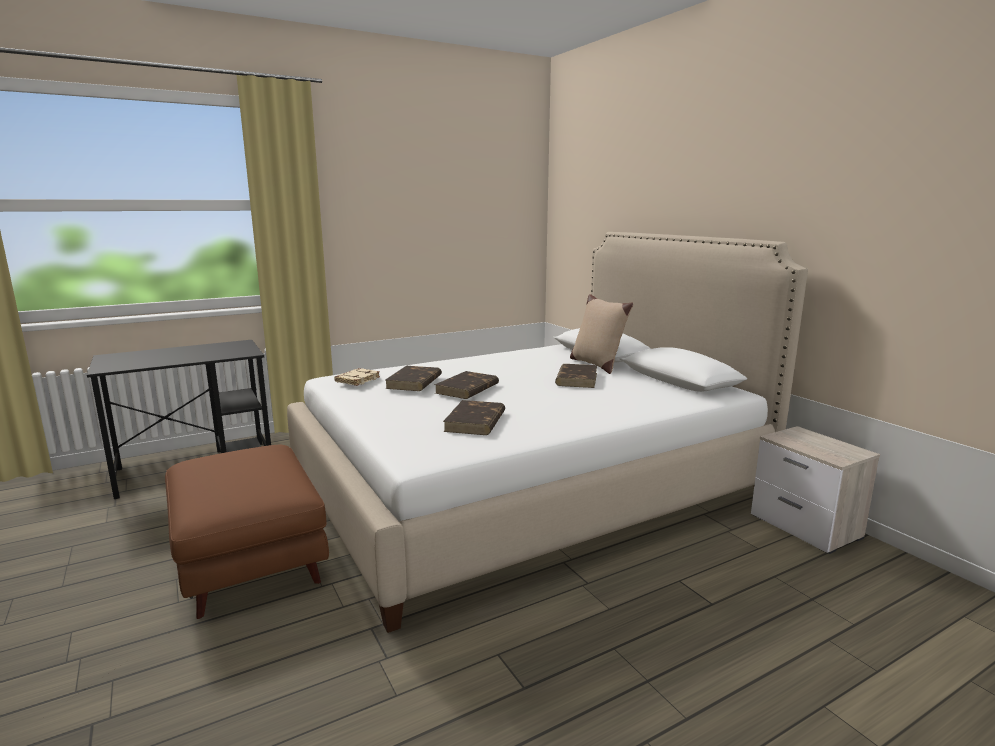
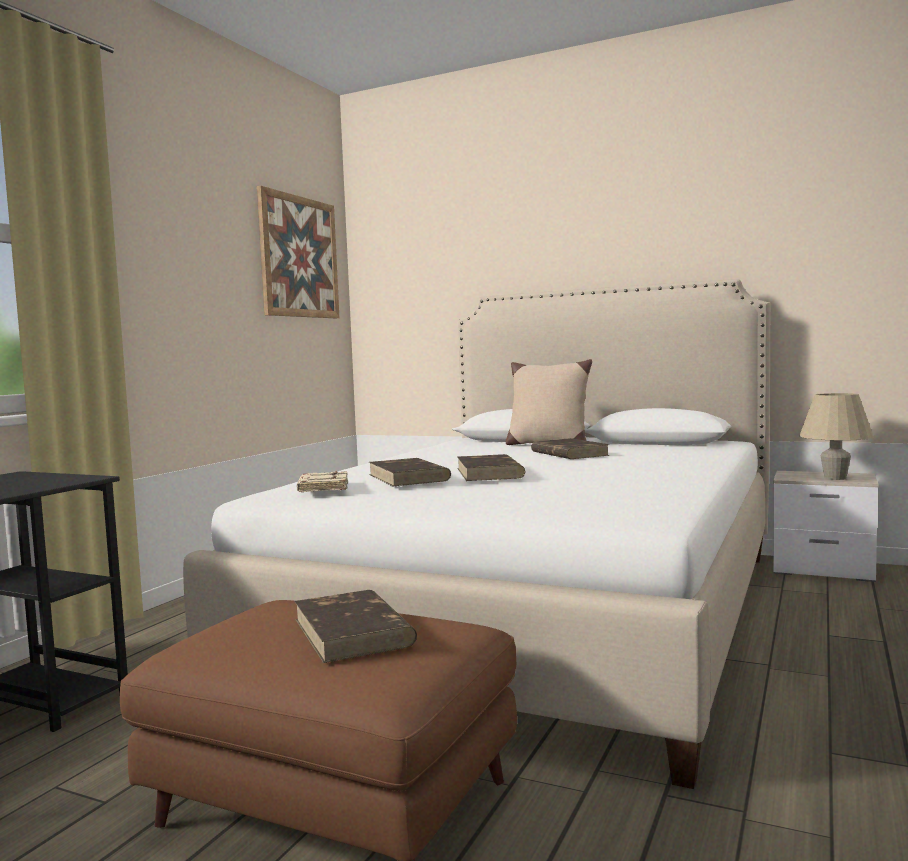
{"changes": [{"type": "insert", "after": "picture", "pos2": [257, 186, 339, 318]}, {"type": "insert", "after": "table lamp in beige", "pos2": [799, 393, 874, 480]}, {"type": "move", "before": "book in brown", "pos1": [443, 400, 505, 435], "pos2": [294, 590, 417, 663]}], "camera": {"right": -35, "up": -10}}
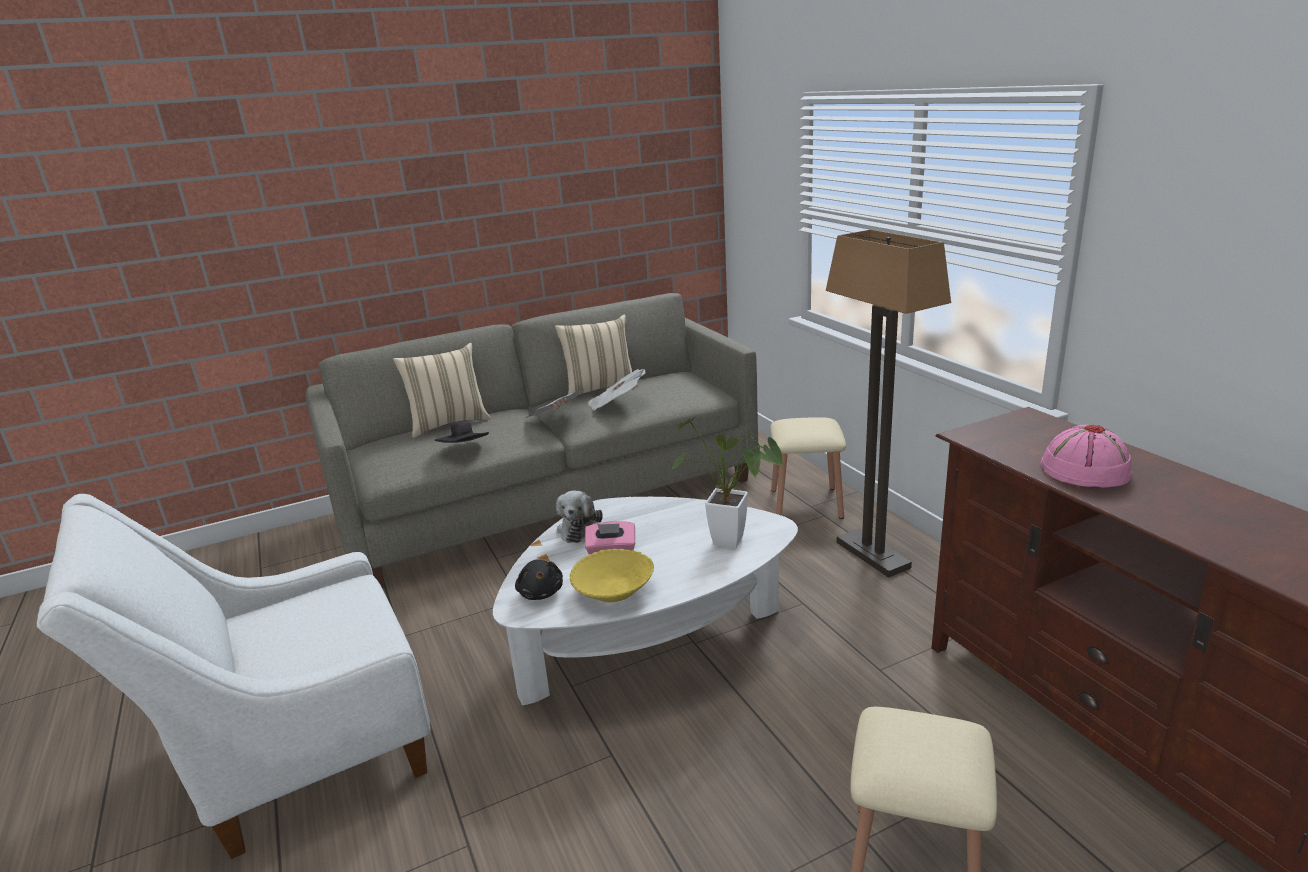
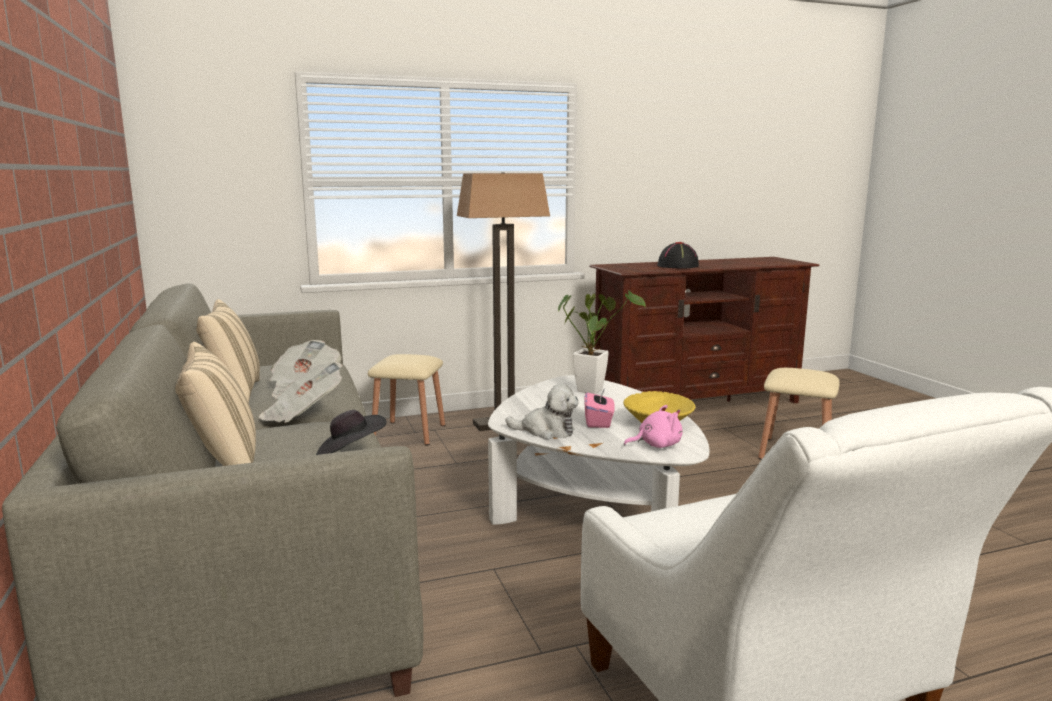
{"changes": [{"type": "recolor", "before": "plush toy in black", "after": "plush toy in pink", "pos1": [515, 559, 563, 600], "pos2": [624, 405, 682, 448]}, {"type": "recolor", "before": "hat in pink", "after": "hat in black", "pos1": [1040, 425, 1132, 487], "pos2": [657, 242, 699, 269]}], "camera": {"right": -85, "up": -10}}
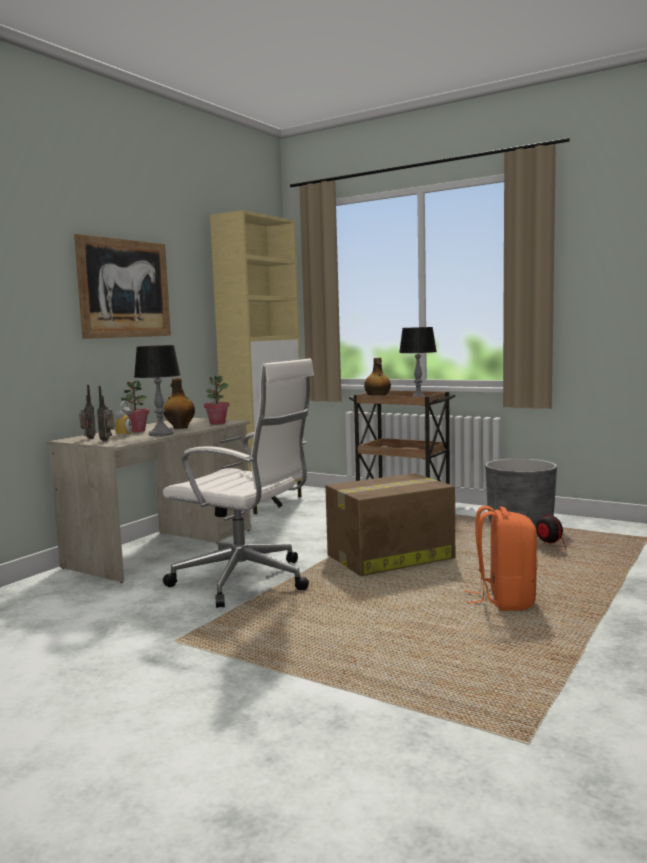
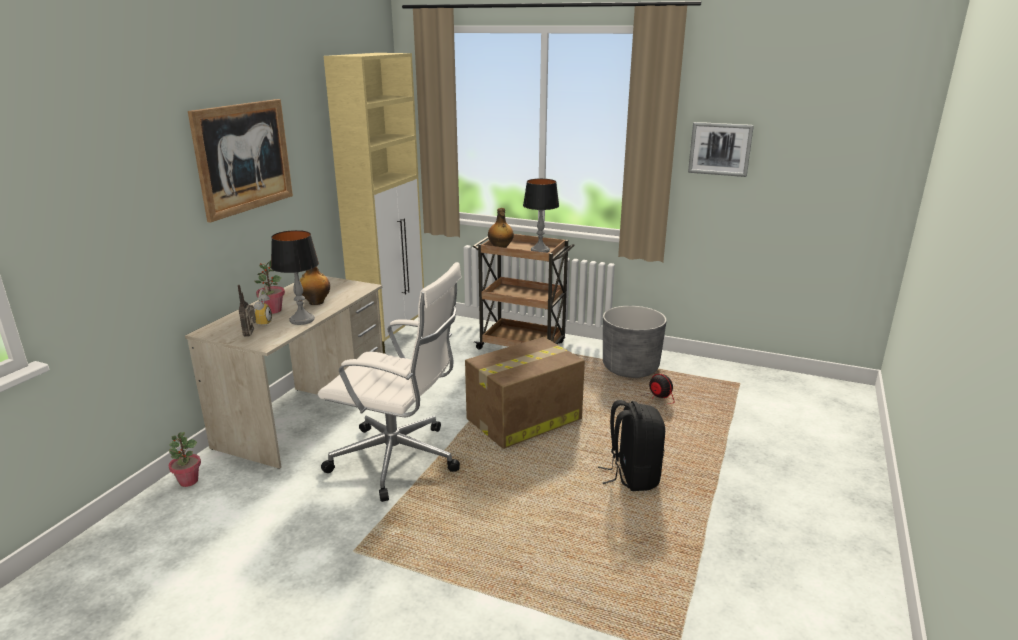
{"changes": [{"type": "delete", "before": "radio", "pos1": [79, 385, 96, 439]}, {"type": "insert", "after": "picture", "pos2": [688, 122, 754, 177]}, {"type": "move", "before": "potted plant", "pos1": [204, 376, 229, 424], "pos2": [168, 432, 201, 487]}, {"type": "recolor", "before": "backpack in orange", "after": "backpack in black", "pos1": [465, 506, 538, 611], "pos2": [598, 400, 665, 491]}], "camera": {"right": -10, "up": 15}}
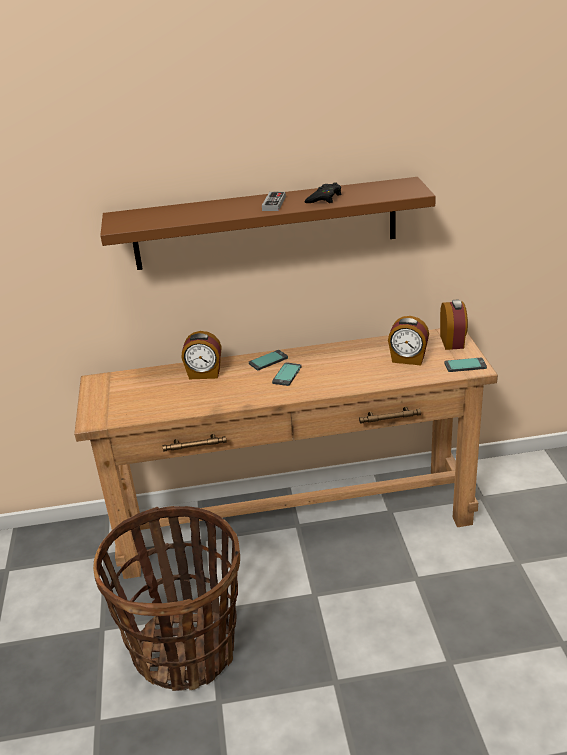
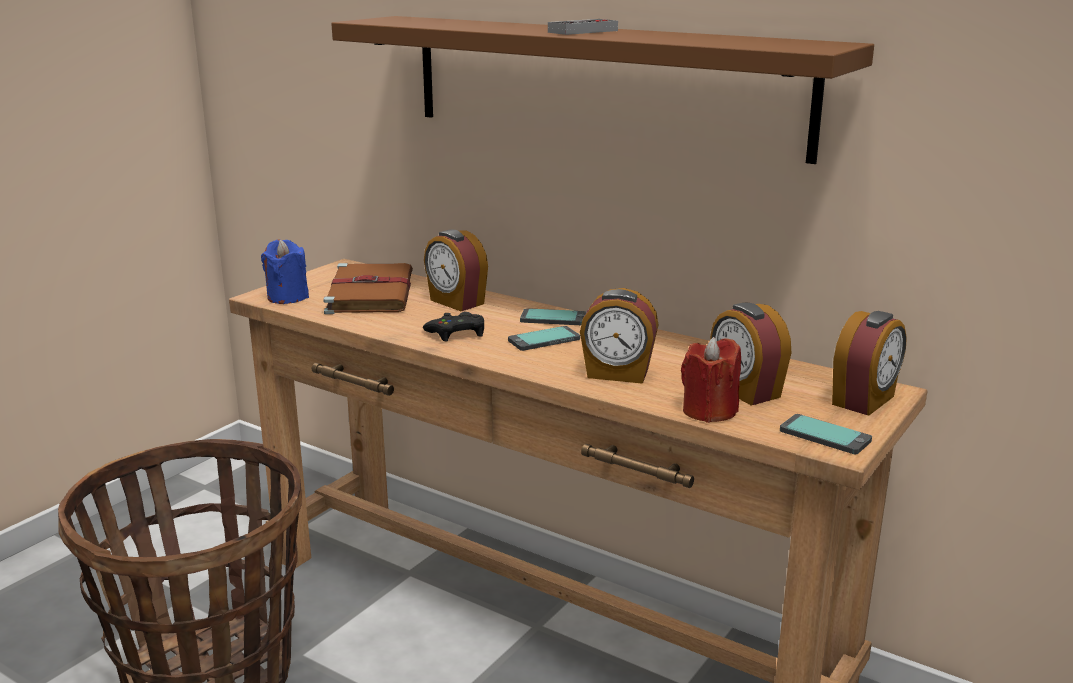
{"changes": [{"type": "insert", "after": "candle in blue", "pos2": [261, 239, 309, 304]}, {"type": "insert", "after": "book in brown", "pos2": [323, 263, 413, 314]}, {"type": "insert", "after": "alarm clock", "pos2": [580, 288, 658, 384]}, {"type": "insert", "after": "candle in red", "pos2": [681, 337, 741, 423]}, {"type": "move", "before": "game controller in black", "pos1": [304, 182, 342, 203], "pos2": [423, 312, 484, 342]}], "camera": {"right": 40, "up": -10}}
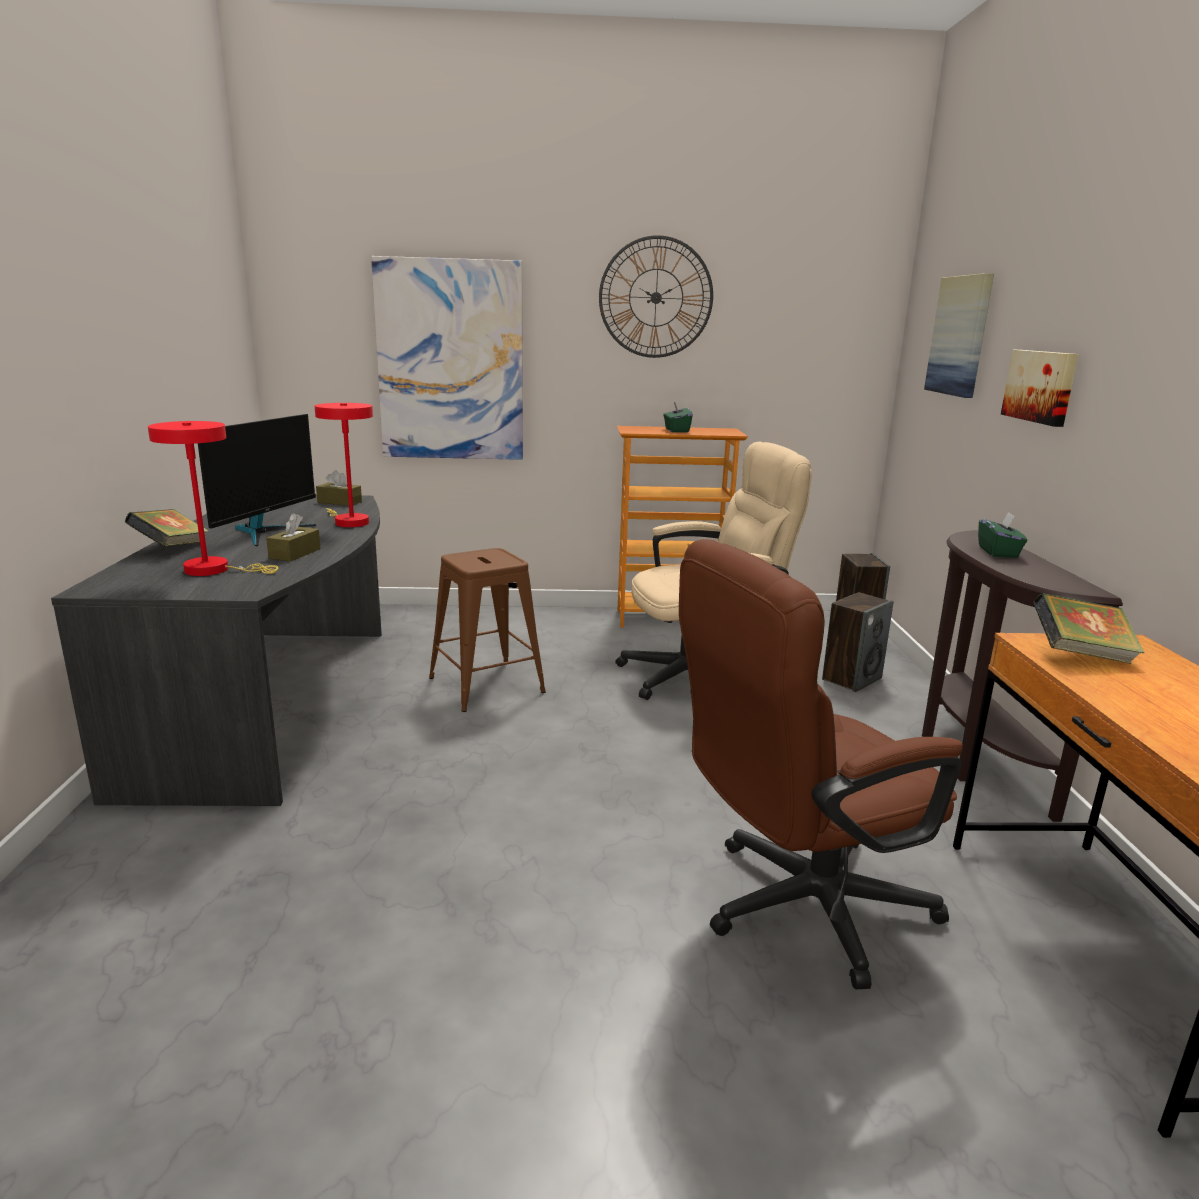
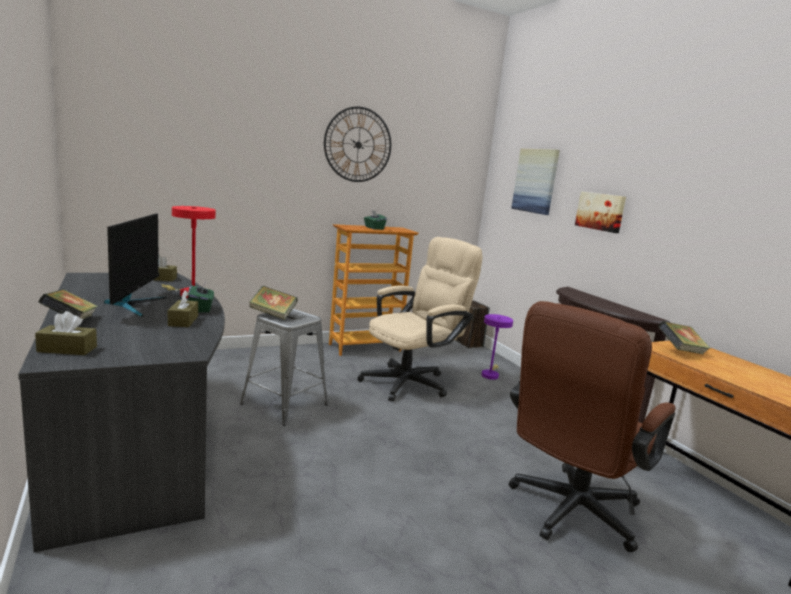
{"changes": [{"type": "delete", "before": "table lamp in red", "pos1": [148, 421, 278, 576]}, {"type": "delete", "before": "picture", "pos1": [371, 256, 523, 460]}, {"type": "insert", "after": "tissue box in brown", "pos2": [35, 311, 97, 355]}, {"type": "insert", "after": "book", "pos2": [249, 286, 298, 320]}, {"type": "move", "before": "tissue box in green", "pos1": [978, 512, 1027, 558], "pos2": [188, 284, 214, 312]}, {"type": "replace", "before": "speaker", "after": "table lamp in purple", "pos1": [822, 592, 894, 692], "pos2": [481, 314, 513, 380]}, {"type": "recolor", "before": "stool in brown", "after": "stool in grey", "pos1": [429, 548, 546, 712], "pos2": [240, 309, 328, 426]}], "camera": {"right": -25, "up": -5}}
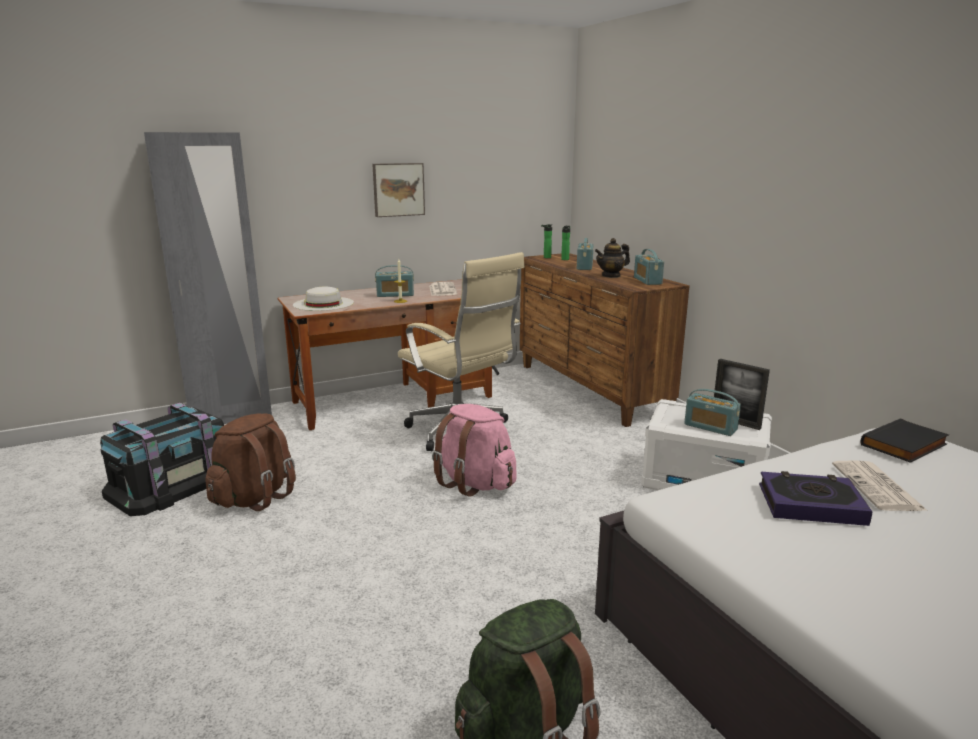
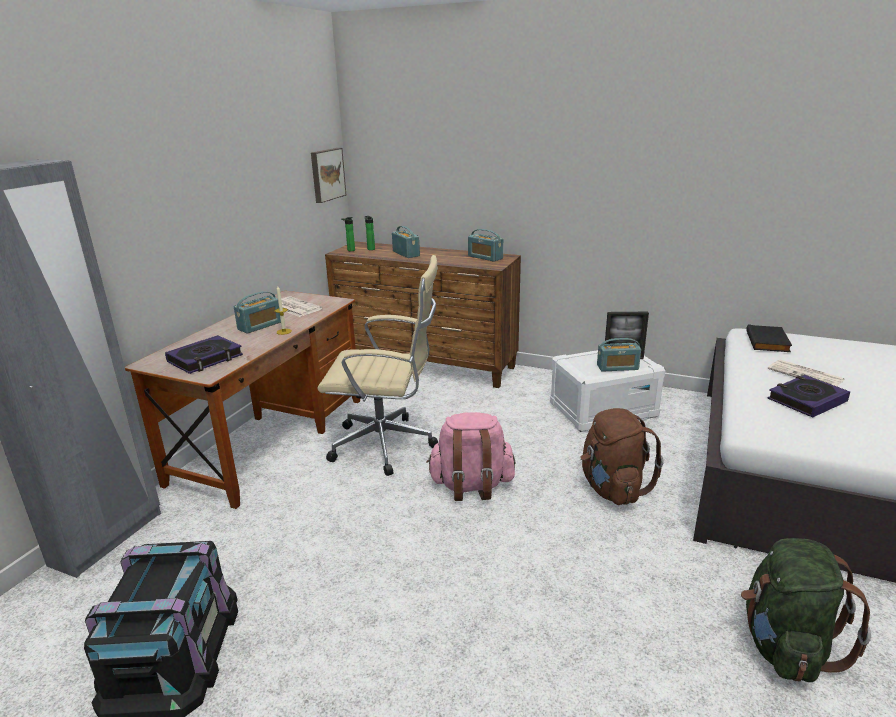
{"changes": [{"type": "delete", "before": "teapot", "pos1": [595, 238, 630, 278]}, {"type": "move", "before": "backpack in brown", "pos1": [206, 413, 296, 511], "pos2": [581, 408, 663, 505]}, {"type": "move", "before": "picture", "pos1": [372, 163, 425, 217], "pos2": [311, 148, 346, 203]}, {"type": "replace", "before": "hat in white", "after": "book", "pos1": [293, 287, 354, 311], "pos2": [165, 335, 243, 374]}], "camera": {"right": -40, "up": 5}}
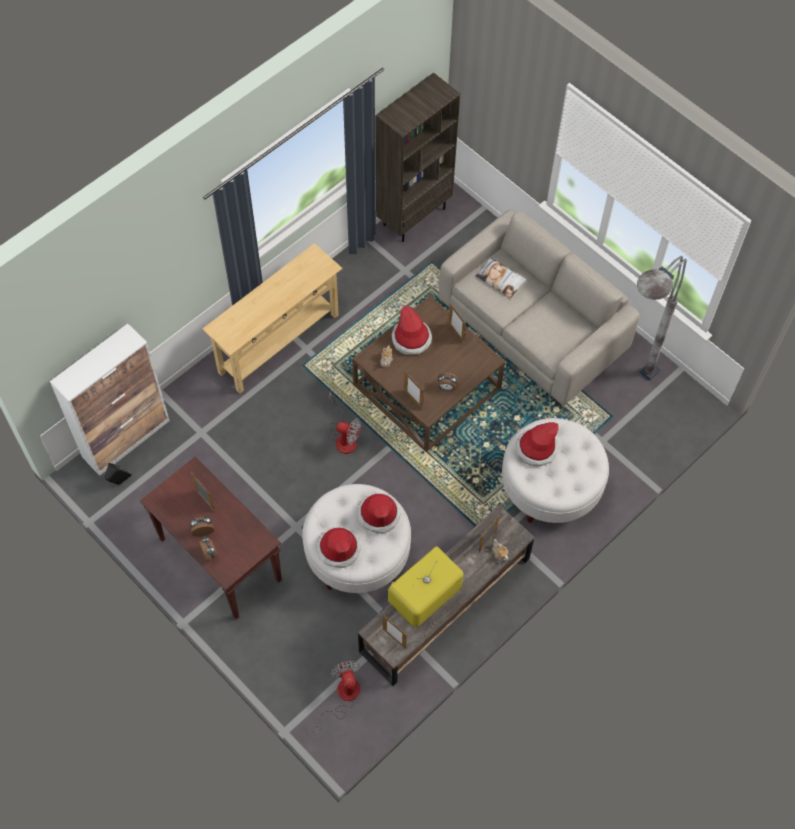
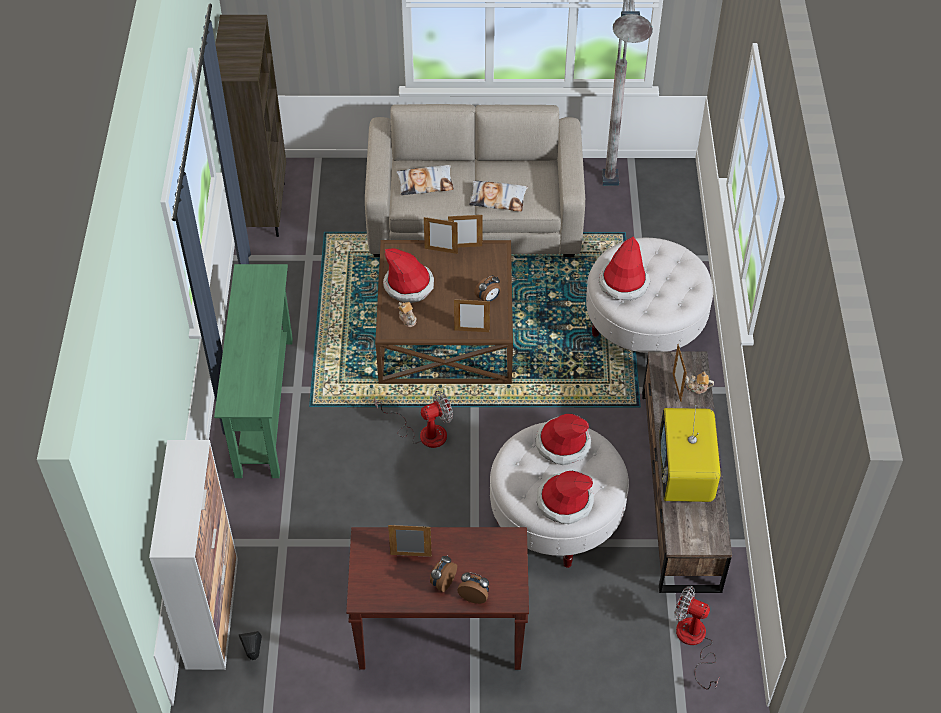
{"changes": [{"type": "insert", "after": "pillow", "pos2": [469, 180, 528, 211]}, {"type": "move", "before": "picture frame", "pos1": [383, 615, 407, 649], "pos2": [448, 214, 483, 247]}, {"type": "recolor", "before": "console table in beige", "after": "console table in green", "pos1": [202, 243, 342, 394], "pos2": [214, 264, 293, 478]}], "camera": {"right": -45, "up": -10}}
